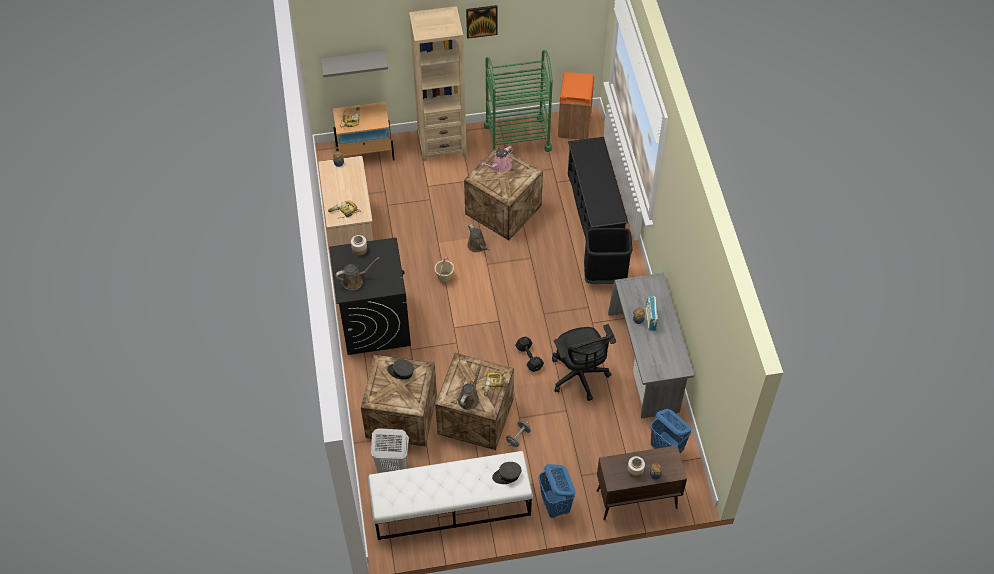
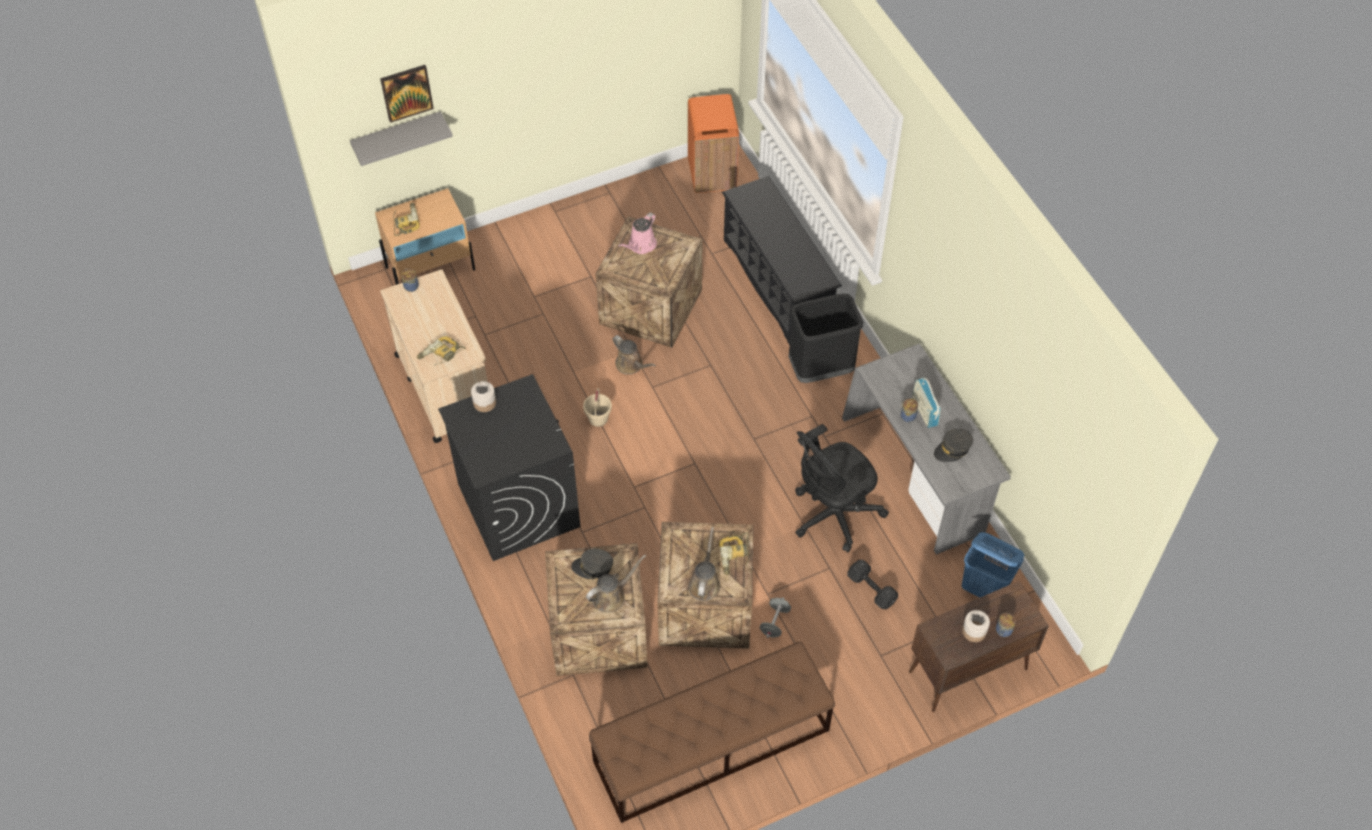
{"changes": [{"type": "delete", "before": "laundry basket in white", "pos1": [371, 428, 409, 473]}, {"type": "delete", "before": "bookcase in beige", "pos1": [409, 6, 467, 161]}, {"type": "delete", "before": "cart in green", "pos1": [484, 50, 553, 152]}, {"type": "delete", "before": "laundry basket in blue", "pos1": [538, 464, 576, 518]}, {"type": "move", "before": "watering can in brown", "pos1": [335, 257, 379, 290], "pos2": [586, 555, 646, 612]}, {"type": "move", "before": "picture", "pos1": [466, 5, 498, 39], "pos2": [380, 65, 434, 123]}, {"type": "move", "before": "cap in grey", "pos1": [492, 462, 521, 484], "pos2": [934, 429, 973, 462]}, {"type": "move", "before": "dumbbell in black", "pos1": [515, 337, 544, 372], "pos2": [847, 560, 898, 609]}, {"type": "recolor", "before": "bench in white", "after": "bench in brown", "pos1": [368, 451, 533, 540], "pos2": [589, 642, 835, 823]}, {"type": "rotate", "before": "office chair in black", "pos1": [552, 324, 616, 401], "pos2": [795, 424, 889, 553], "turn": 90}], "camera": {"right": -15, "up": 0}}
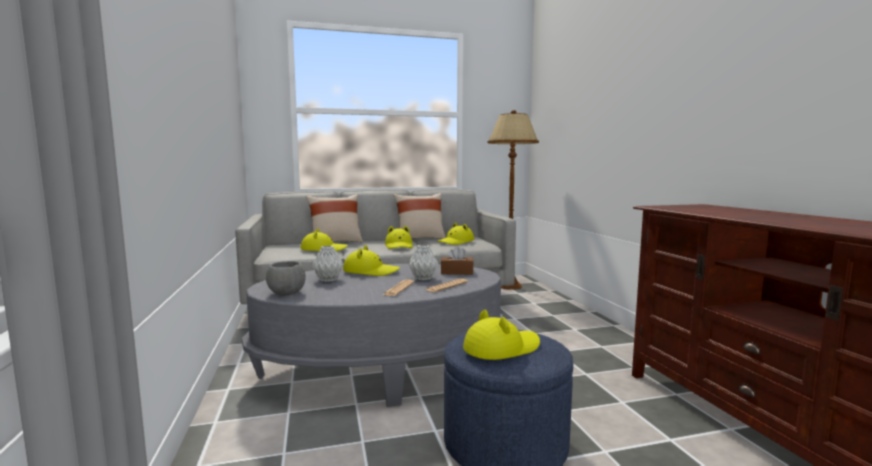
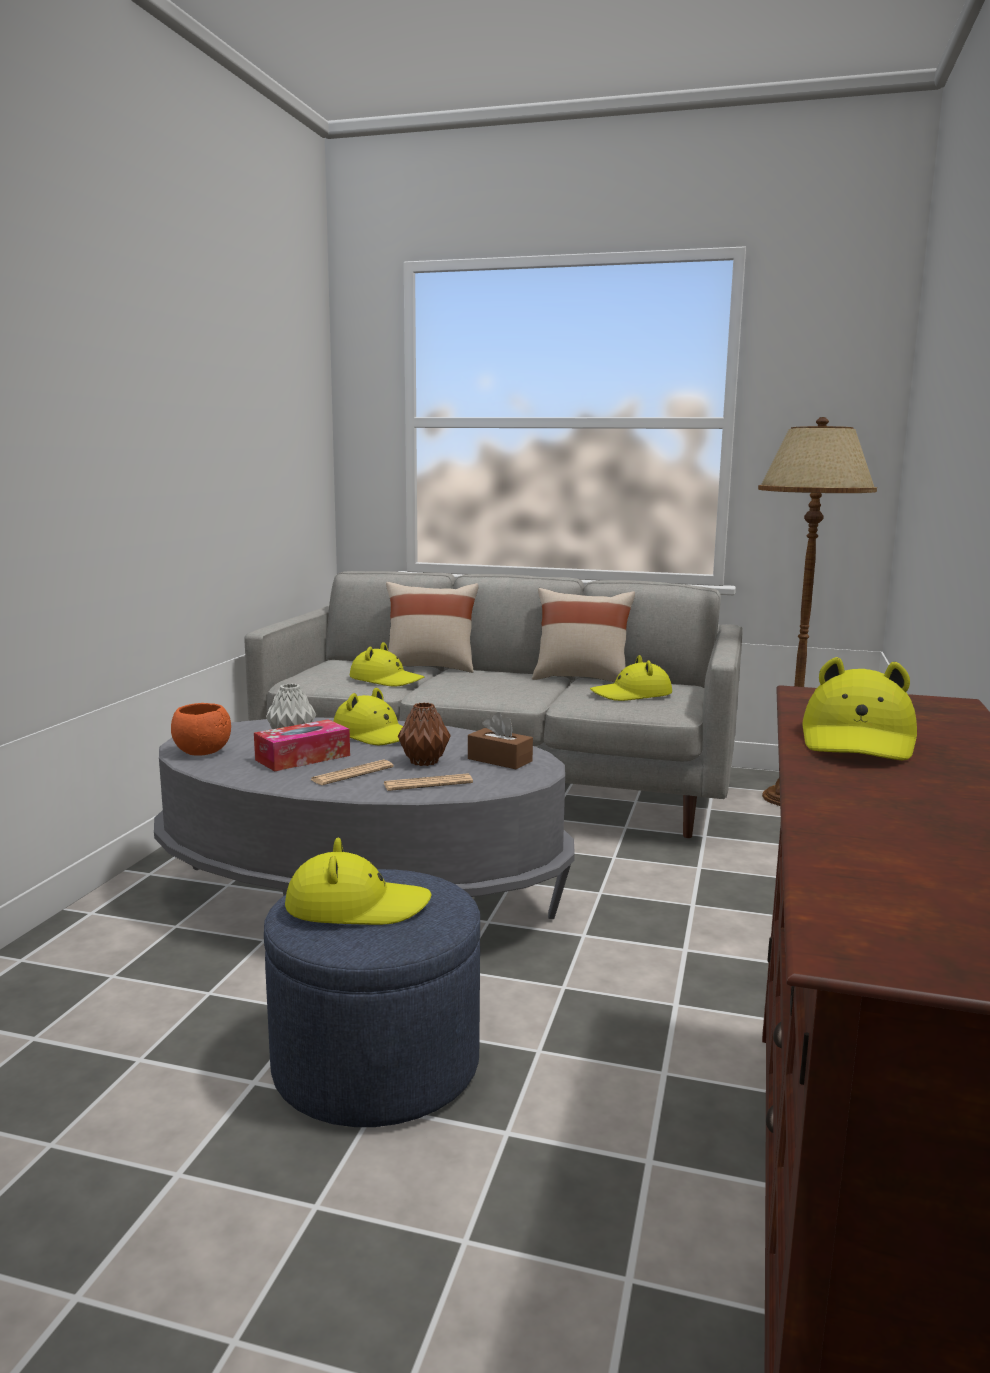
{"changes": [{"type": "insert", "after": "tissue box", "pos2": [254, 719, 350, 771]}, {"type": "move", "before": "hat in yellow", "pos1": [385, 226, 413, 249], "pos2": [802, 657, 917, 761]}, {"type": "recolor", "before": "bowl in grey", "after": "bowl in orange", "pos1": [266, 261, 306, 296], "pos2": [171, 703, 231, 756]}, {"type": "recolor", "before": "vase in grey", "after": "vase in brown", "pos1": [408, 245, 438, 280], "pos2": [398, 703, 451, 766]}], "camera": {"right": 30, "up": 5}}
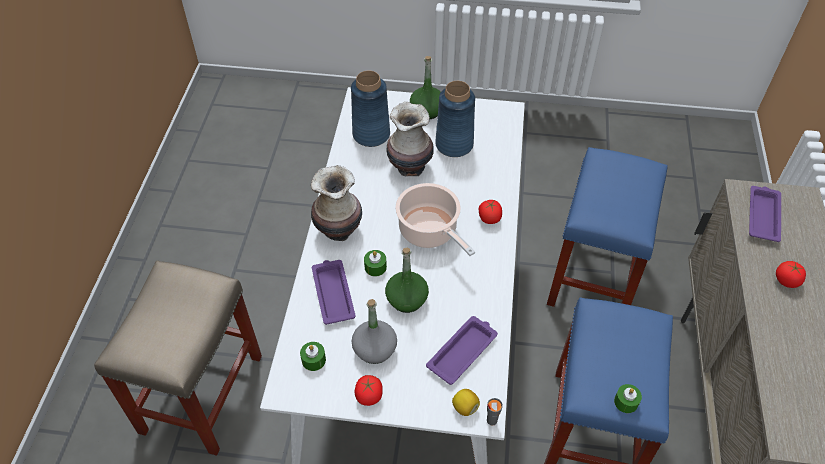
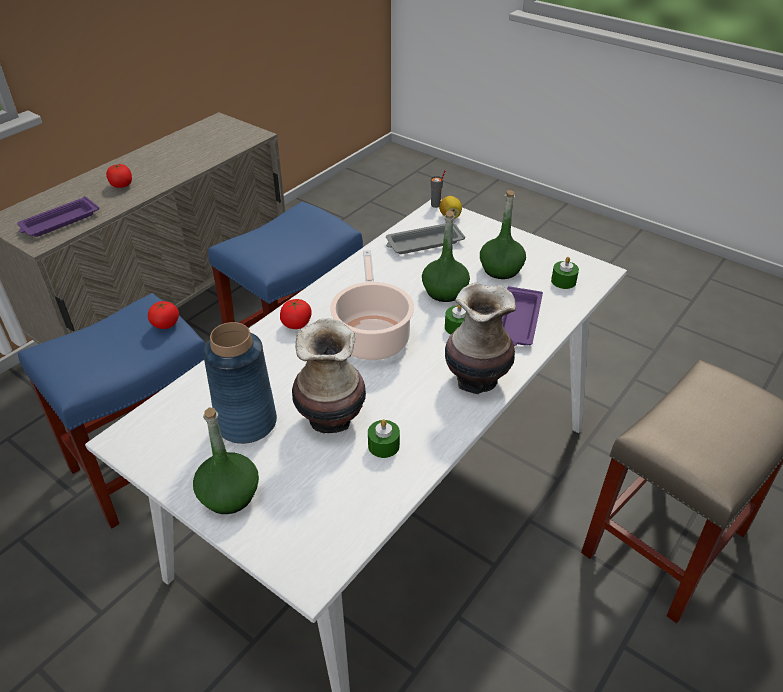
{"changes": [{"type": "delete", "before": "vase in blue", "pos1": [351, 71, 390, 147]}, {"type": "move", "before": "tomato", "pos1": [354, 375, 383, 406], "pos2": [148, 300, 179, 329]}, {"type": "move", "before": "candle in green", "pos1": [614, 384, 642, 413], "pos2": [368, 419, 400, 458]}, {"type": "recolor", "before": "bottle in grey", "after": "bottle in green", "pos1": [352, 299, 397, 364], "pos2": [480, 190, 526, 279]}, {"type": "recolor", "before": "tray in purple", "after": "tray in grey", "pos1": [426, 316, 498, 385], "pos2": [386, 222, 465, 254]}], "camera": {"right": -150, "up": -10}}
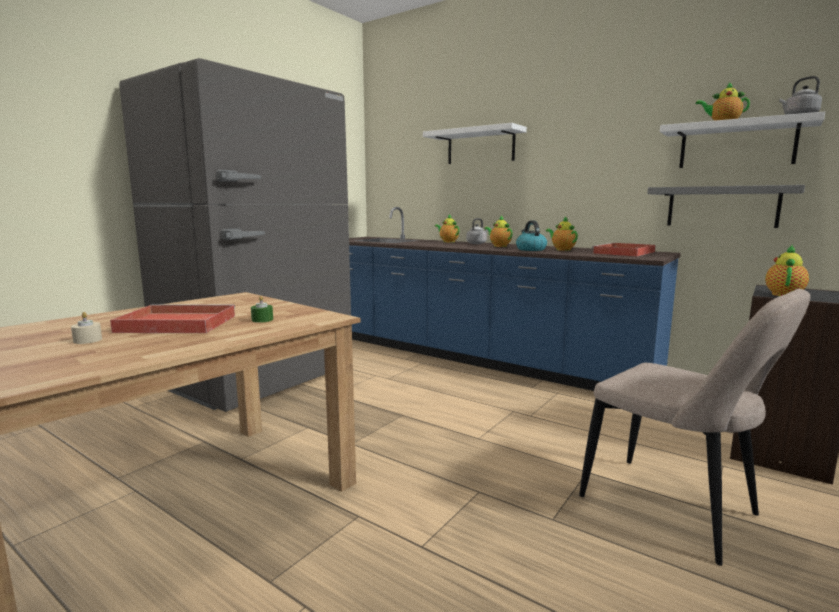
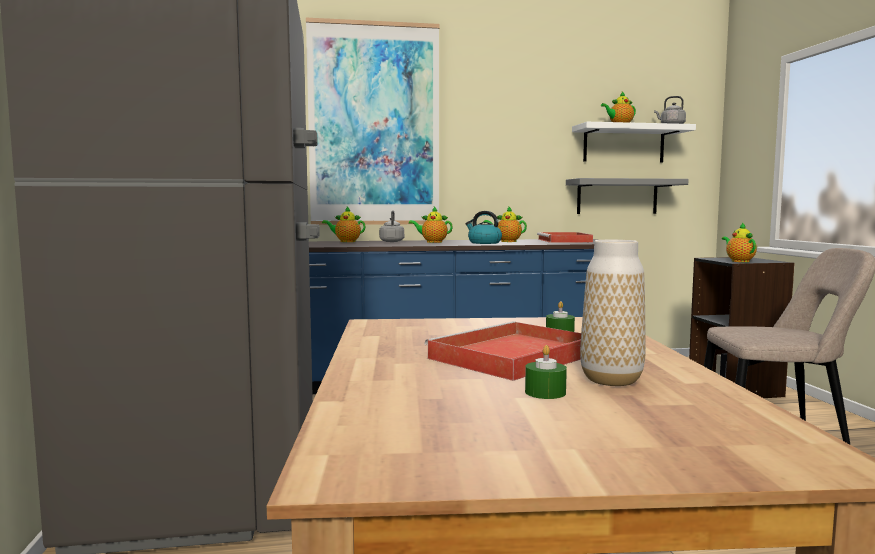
{"changes": [{"type": "insert", "after": "vase", "pos2": [580, 240, 646, 386]}, {"type": "replace", "before": "shelf in white", "after": "picture", "pos1": [423, 123, 527, 164], "pos2": [306, 18, 440, 225]}, {"type": "recolor", "before": "candle in beige", "after": "candle in green", "pos1": [71, 312, 102, 344], "pos2": [525, 345, 567, 399]}], "camera": {"right": -45, "up": -5}}
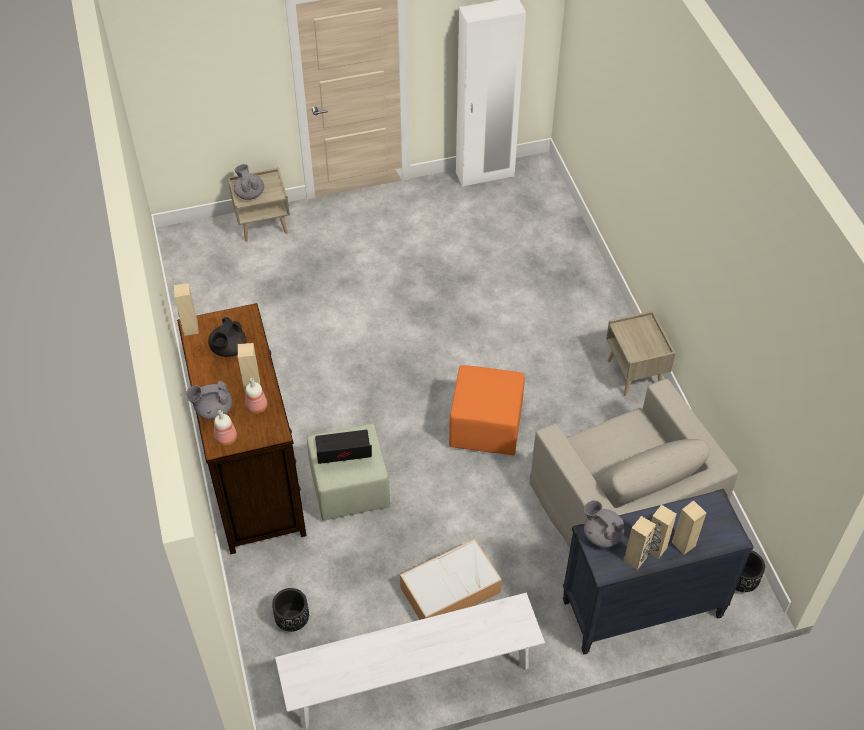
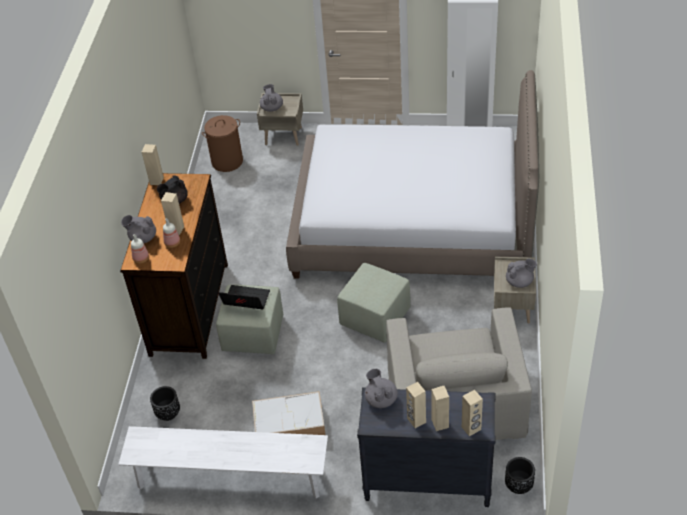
{"changes": [{"type": "insert", "after": "laundry basket in brown", "pos2": [202, 115, 243, 172]}, {"type": "insert", "after": "bed", "pos2": [286, 70, 539, 279]}, {"type": "insert", "after": "teapot in grey", "pos2": [506, 259, 537, 288]}, {"type": "move", "before": "speaker in beige", "pos1": [624, 516, 656, 570], "pos2": [462, 390, 483, 436]}, {"type": "recolor", "before": "ottoman in orange", "after": "ottoman in green", "pos1": [449, 365, 525, 456], "pos2": [337, 263, 411, 343]}], "camera": {"right": 25, "up": -5}}
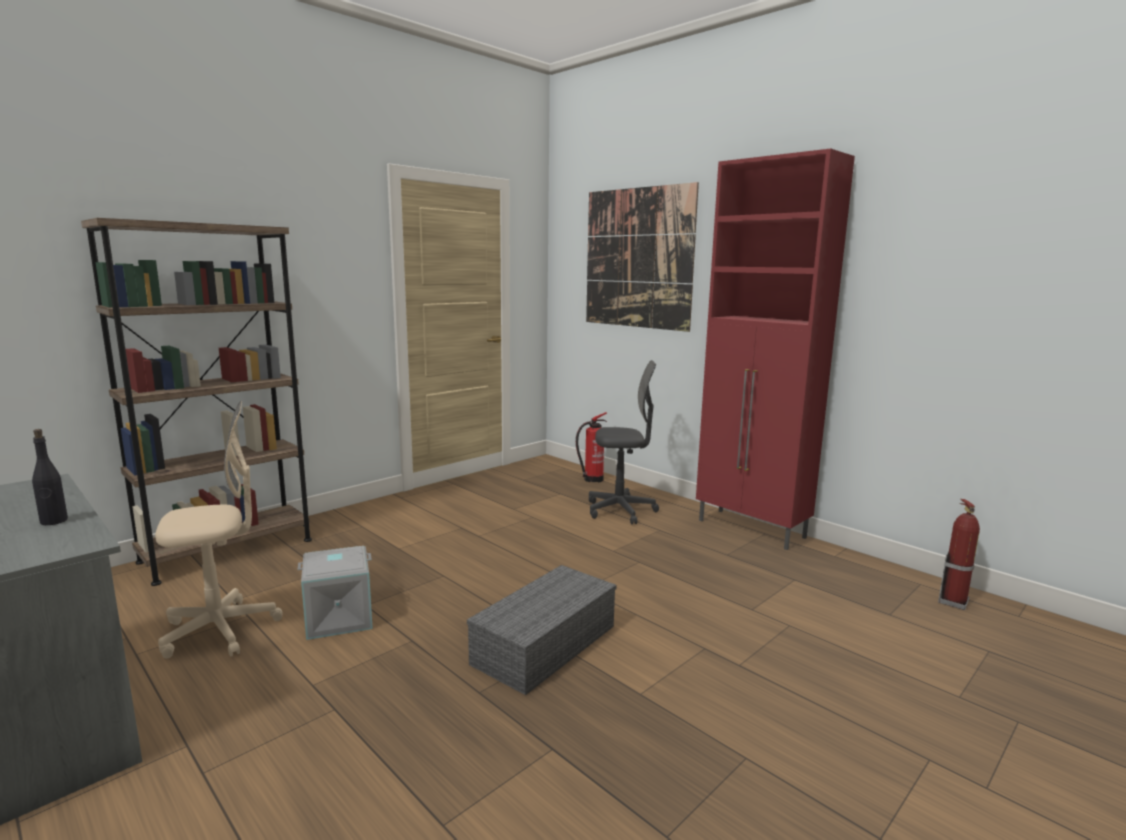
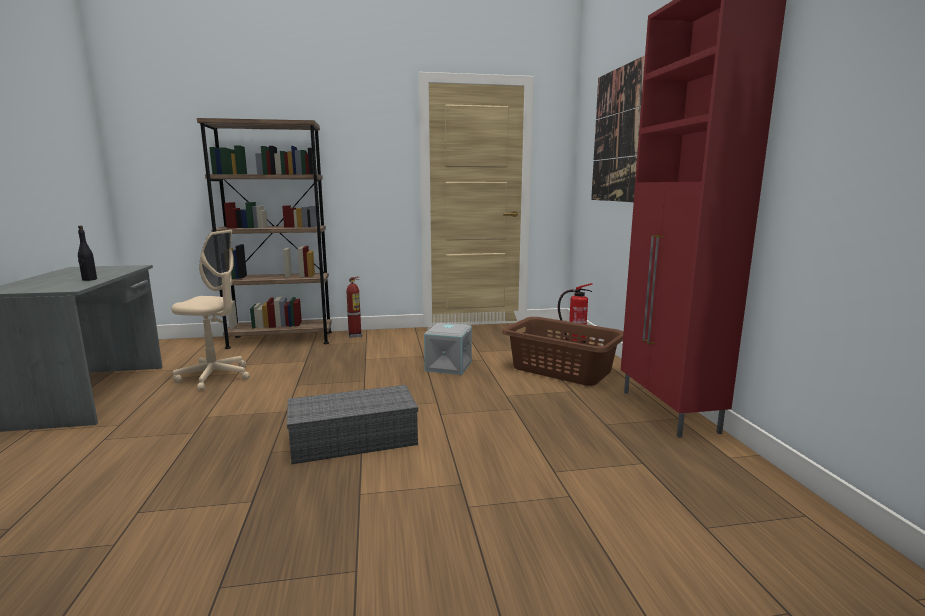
{"changes": [{"type": "move", "before": "storage box in grey", "pos1": [297, 546, 373, 640], "pos2": [424, 323, 472, 375]}, {"type": "move", "before": "fire extinguisher", "pos1": [938, 499, 980, 610], "pos2": [346, 277, 362, 338]}, {"type": "replace", "before": "office chair in grey", "after": "laundry basket in brown", "pos1": [589, 360, 659, 524], "pos2": [502, 317, 624, 386]}], "camera": {"right": 35, "up": 0}}
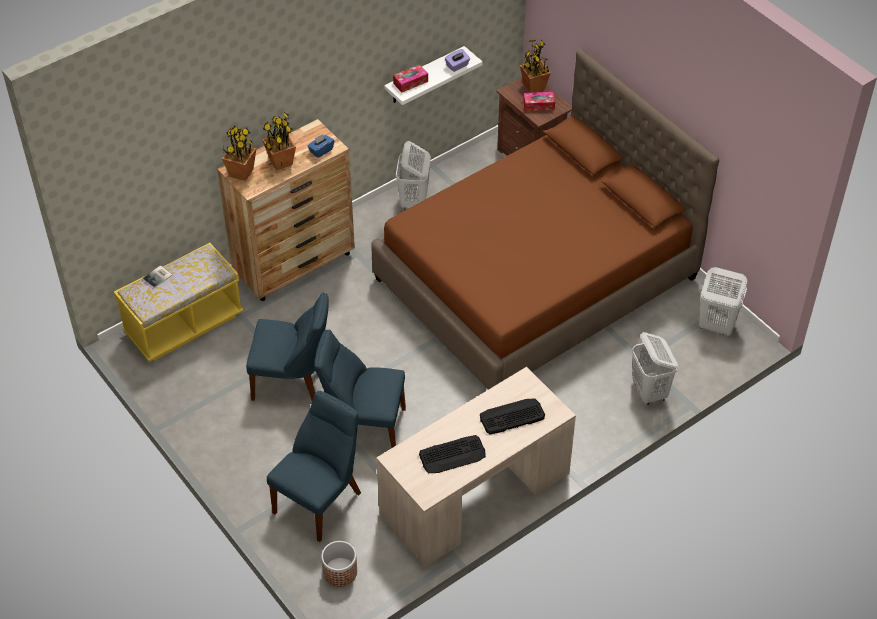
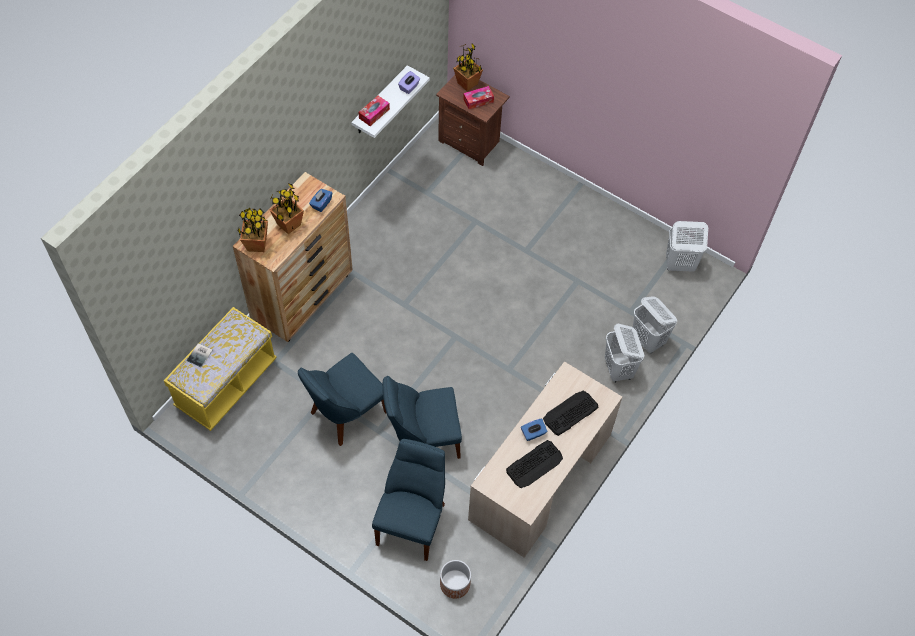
{"changes": [{"type": "delete", "before": "bed in brown", "pos1": [372, 49, 719, 390]}, {"type": "insert", "after": "tissue box in blue", "pos2": [521, 418, 547, 441]}, {"type": "move", "before": "laundry basket in white", "pos1": [396, 141, 431, 210], "pos2": [605, 324, 644, 383]}, {"type": "rotate", "before": "chair in blue", "pos1": [246, 293, 329, 401], "pos2": [298, 353, 386, 446], "turn": 150}], "camera": {"right": -20, "up": 10}}
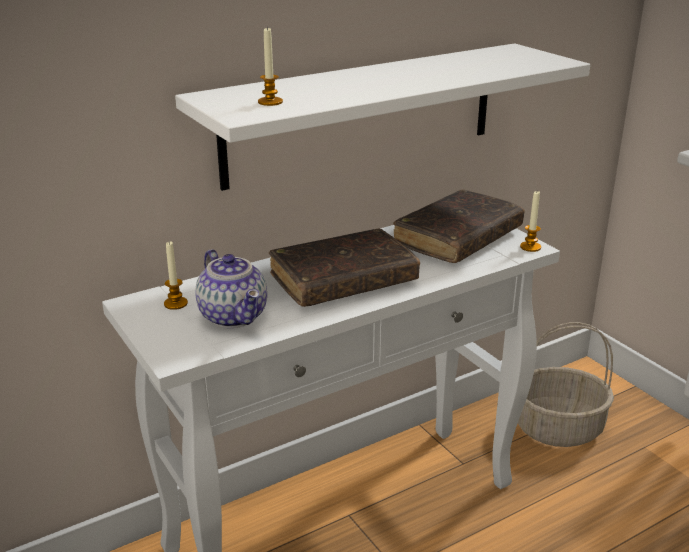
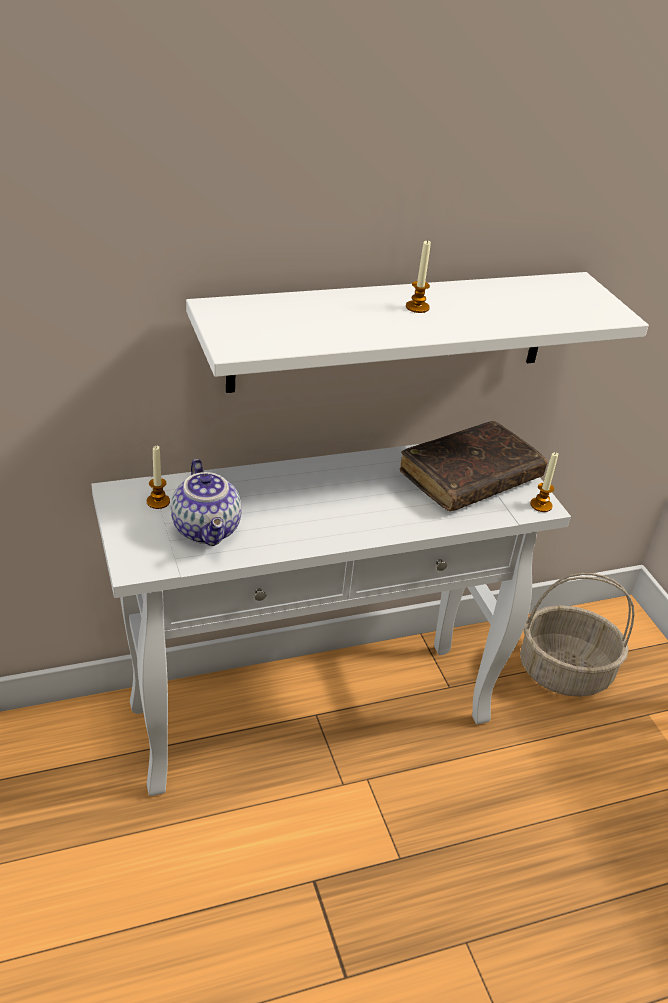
{"changes": [{"type": "delete", "before": "book in brown", "pos1": [269, 229, 420, 307]}, {"type": "move", "before": "candle", "pos1": [258, 27, 283, 106], "pos2": [406, 240, 431, 313]}], "camera": {"right": 10, "up": 10}}
